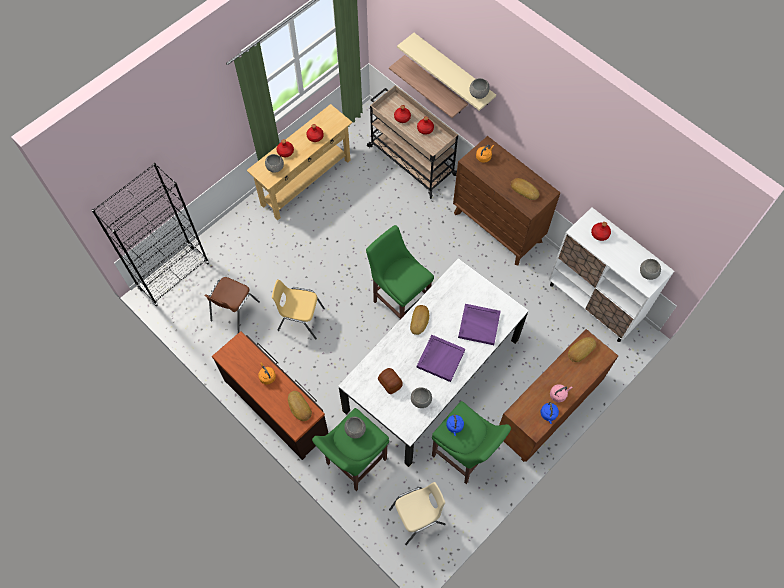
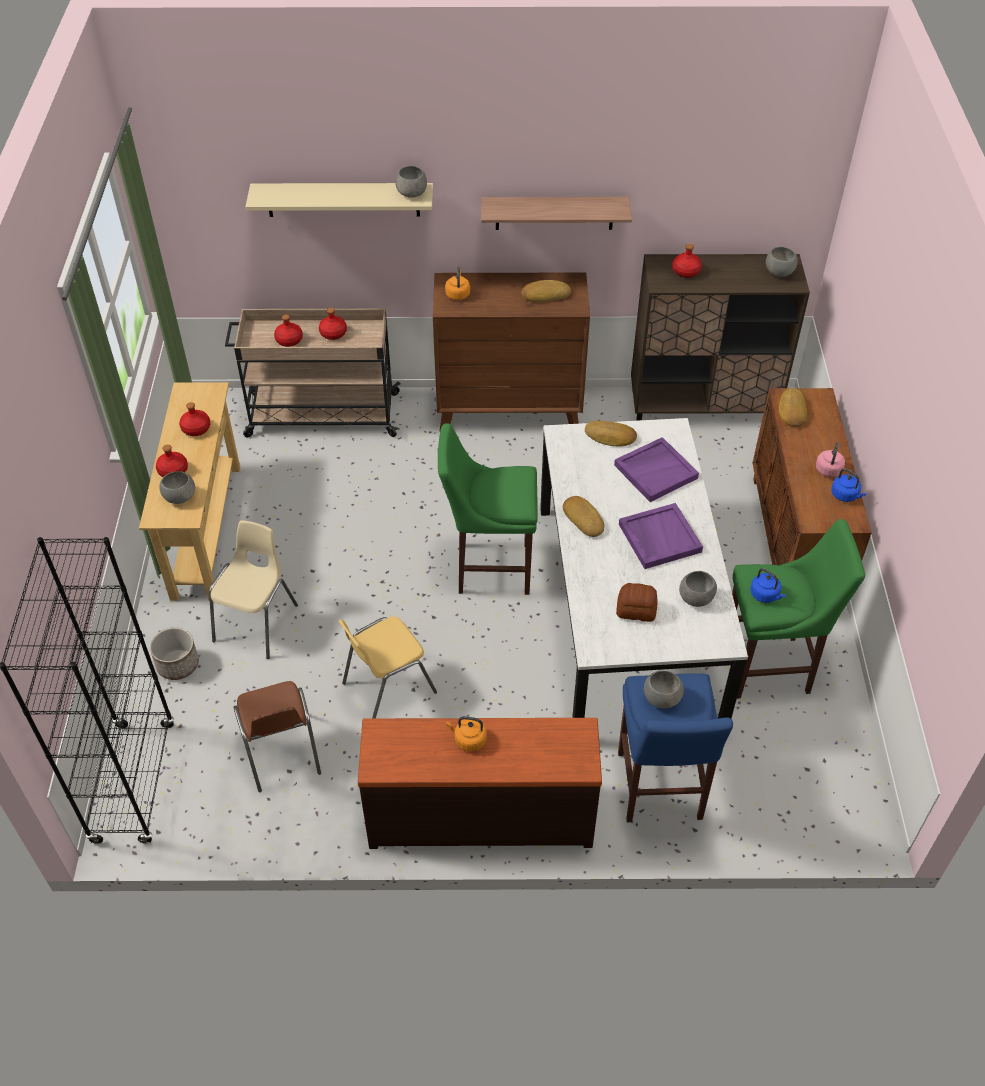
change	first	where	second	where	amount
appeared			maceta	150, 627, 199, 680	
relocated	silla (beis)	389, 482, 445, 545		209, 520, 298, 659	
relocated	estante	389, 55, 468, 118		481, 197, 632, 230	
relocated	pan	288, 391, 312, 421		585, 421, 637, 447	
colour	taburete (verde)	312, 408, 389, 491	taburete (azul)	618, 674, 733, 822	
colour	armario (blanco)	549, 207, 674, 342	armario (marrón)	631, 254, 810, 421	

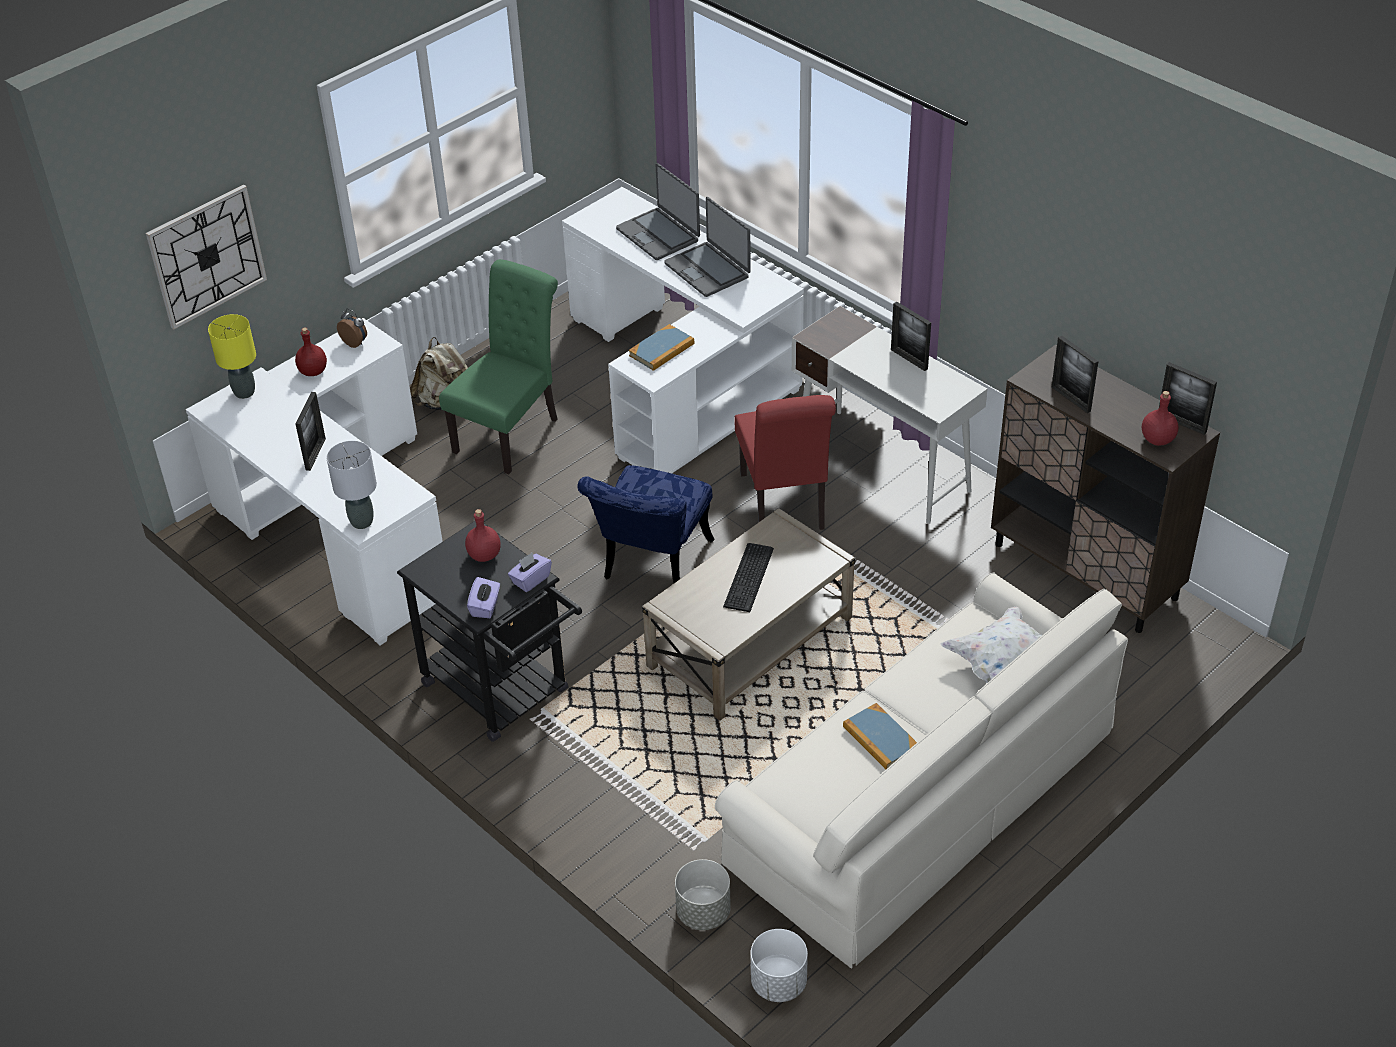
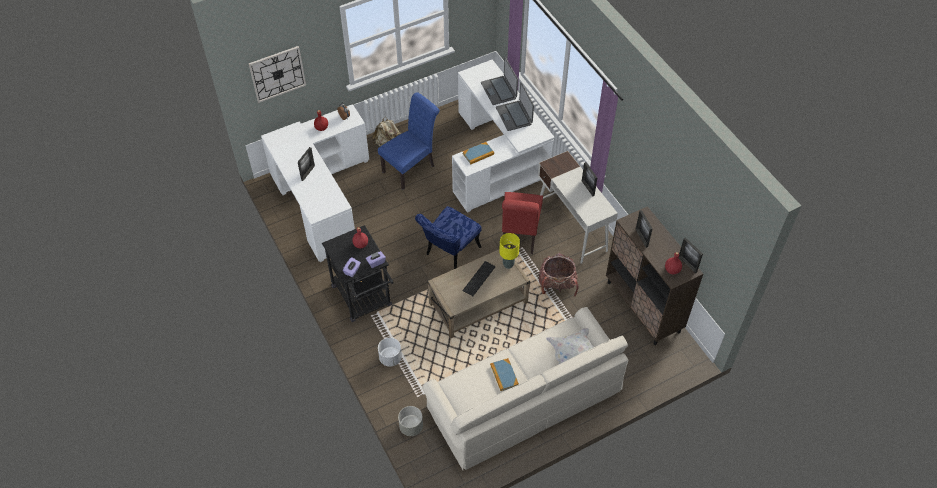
change	first	where	second	where	amount
colour	silla (verde)	439, 259, 558, 474	silla (azul)	378, 92, 440, 190	
relocated	maceta (blanco)	751, 929, 808, 1002		378, 338, 402, 367	
relocated	lámpara de mesa (amarillo)	208, 314, 256, 399		499, 233, 520, 269	
appeared			mochila	539, 253, 578, 296	
missing	lámpara de mesa (gris)	326, 441, 377, 529			

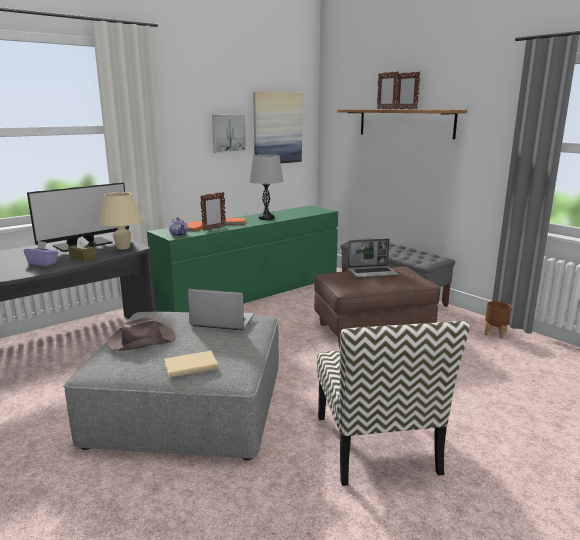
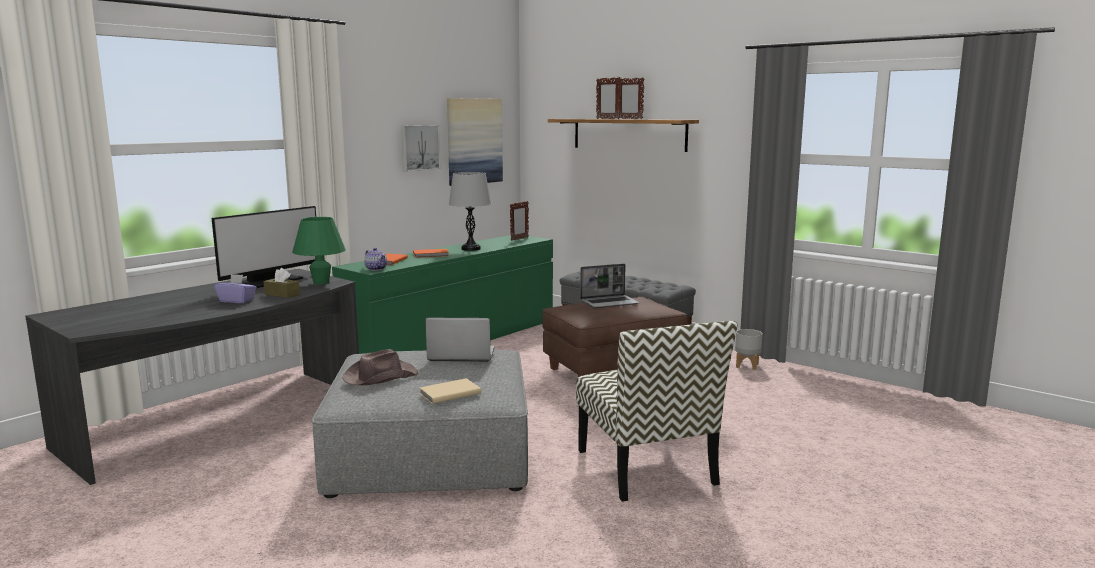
change	first	where	second	where	amount
colour	lámpara de mesa (beis)	98, 192, 143, 250	lámpara de mesa (verde)	292, 217, 346, 285	
relocated	portarretratos	200, 192, 226, 231		510, 201, 529, 241	
colour	maceta (marrón)	485, 301, 512, 339	maceta (gris)	735, 329, 763, 370	

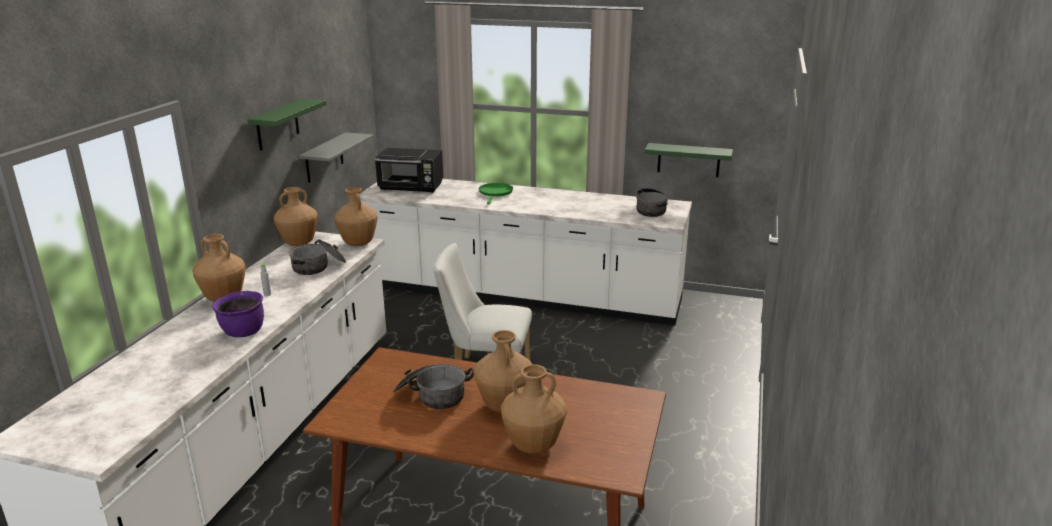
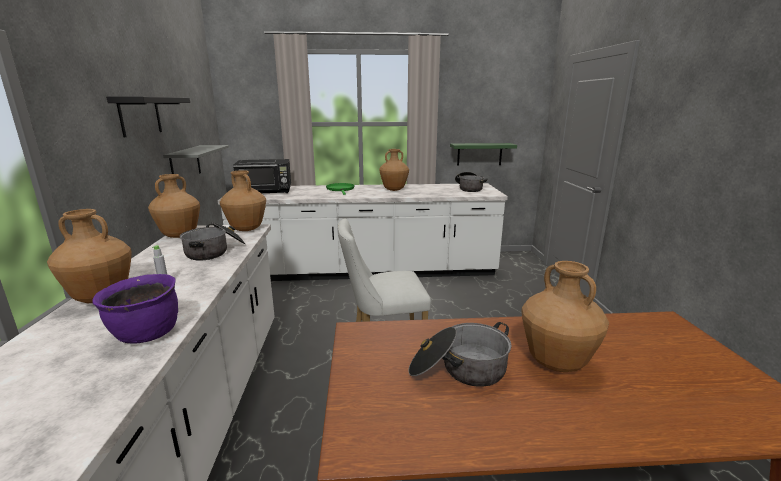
change	first	where	second	where	amount
colour	estante (verde)	247, 99, 327, 151	estante (negro)	106, 97, 190, 137	
relocated	florero (marrón)	501, 364, 567, 454		379, 149, 409, 191	

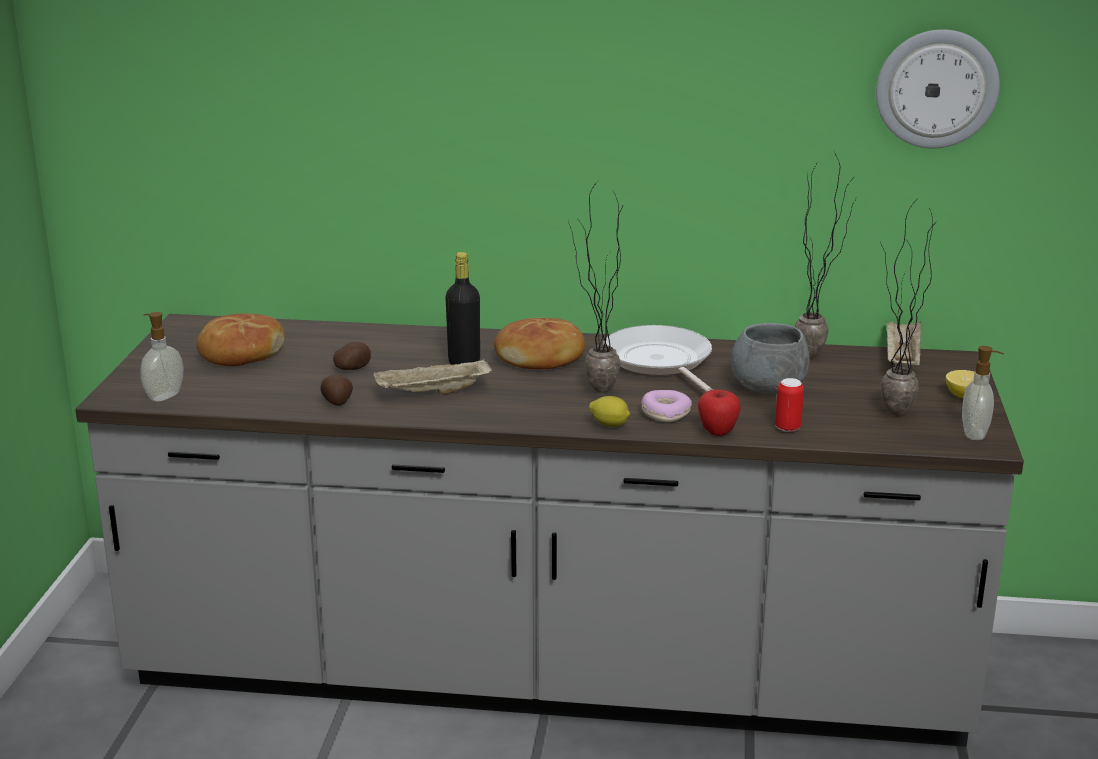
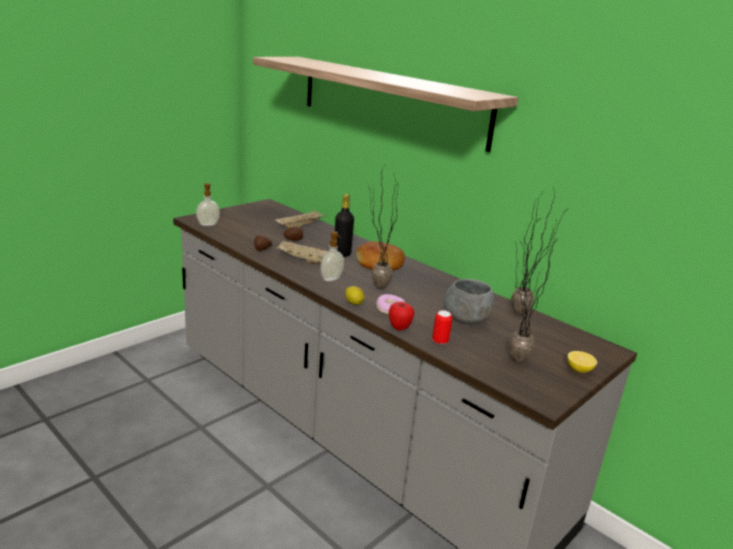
change	first	where	second	where	amount
appeared			estante	253, 57, 519, 152	
relocated	bandeja (beis)	887, 320, 921, 369		275, 210, 327, 229	
relocated	dispensador de jabón	962, 346, 1004, 440		320, 231, 344, 281	
missing	pan	197, 313, 285, 366			
missing	sartén	603, 325, 713, 392			
missing	reloj de pared	876, 29, 1000, 148			

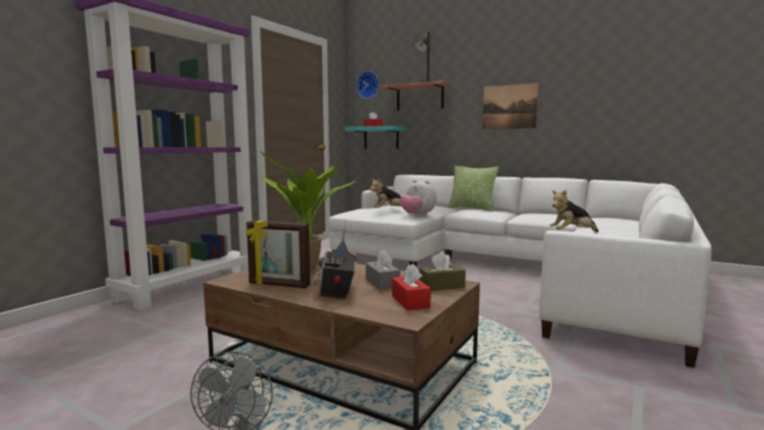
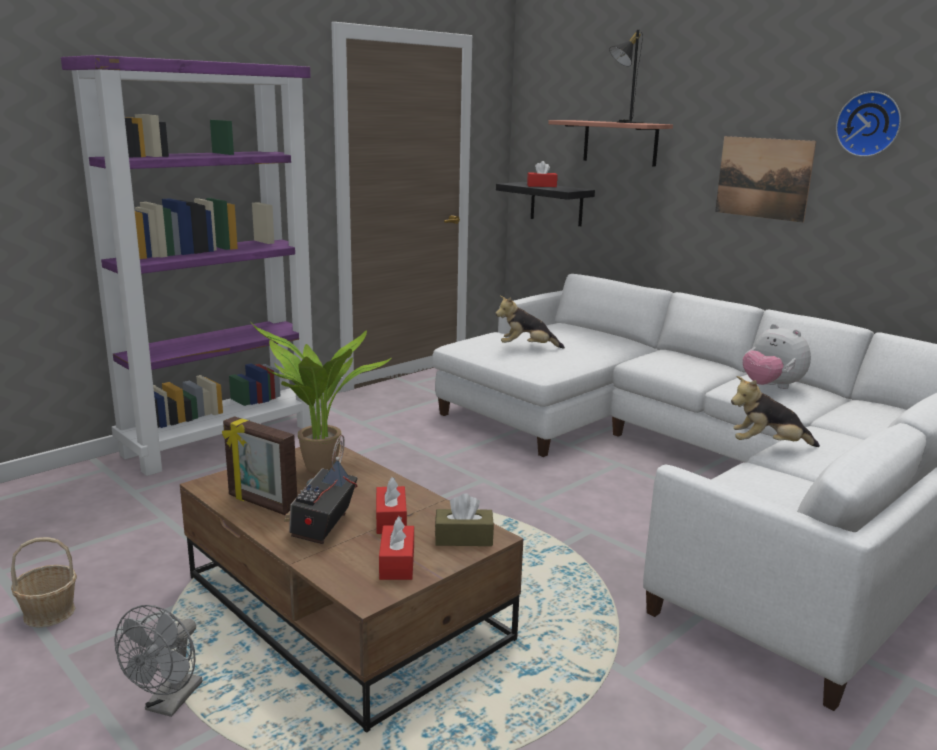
change	first	where	second	where	amount
appeared			cesta	11, 537, 77, 628	
colour	caja de pañuelos (gris)	366, 250, 400, 290	caja de pañuelos (rojo)	376, 477, 407, 534	
colour	estante (turquesa)	345, 126, 406, 149	estante (negro)	496, 182, 595, 226	
relocated	peluche	400, 180, 437, 216		743, 324, 811, 389	
relocated	reloj de pared	356, 71, 379, 99		836, 91, 901, 157	
missing	cojín	448, 166, 499, 211			

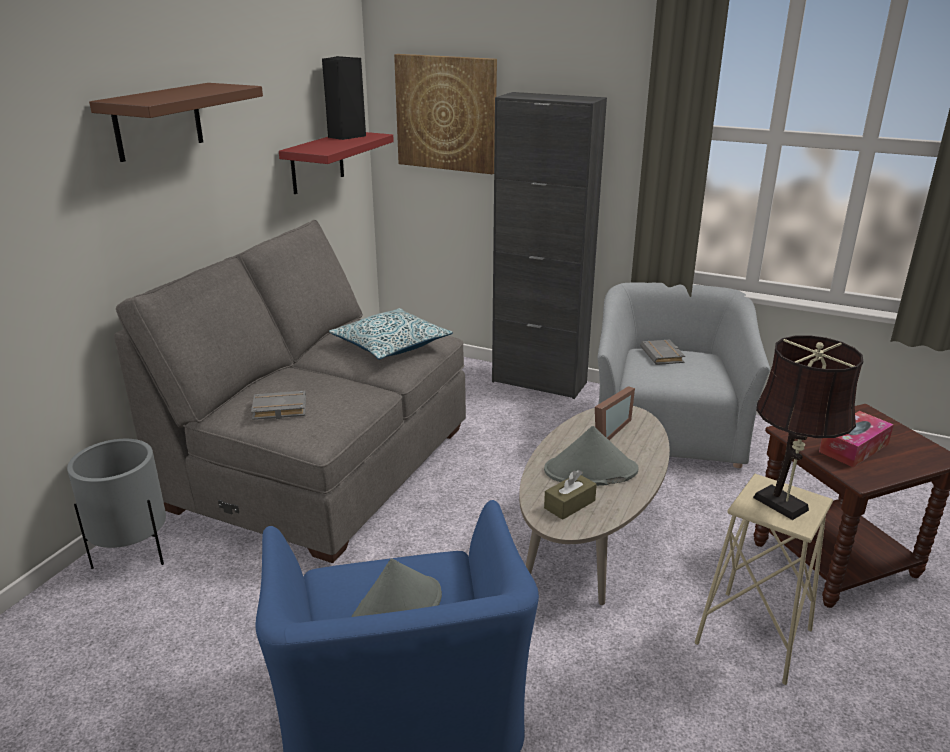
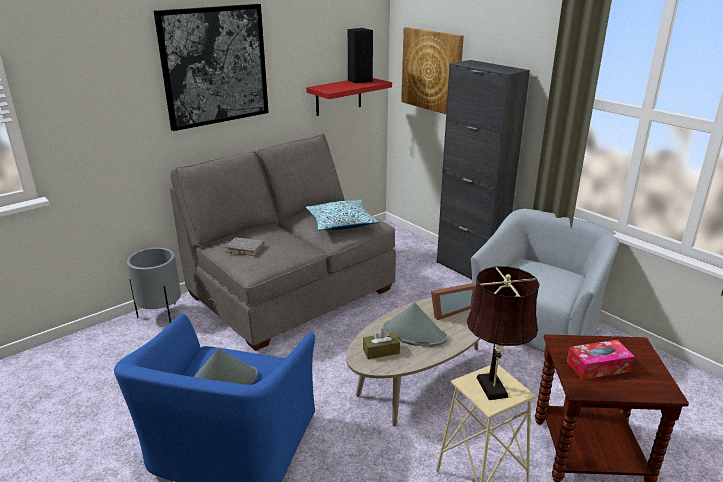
change	first	where	second	where	amount
exchanged	estante (marrón)	89, 83, 263, 162	cuadro	154, 4, 269, 131	
missing	libro (gris)	640, 340, 685, 365			

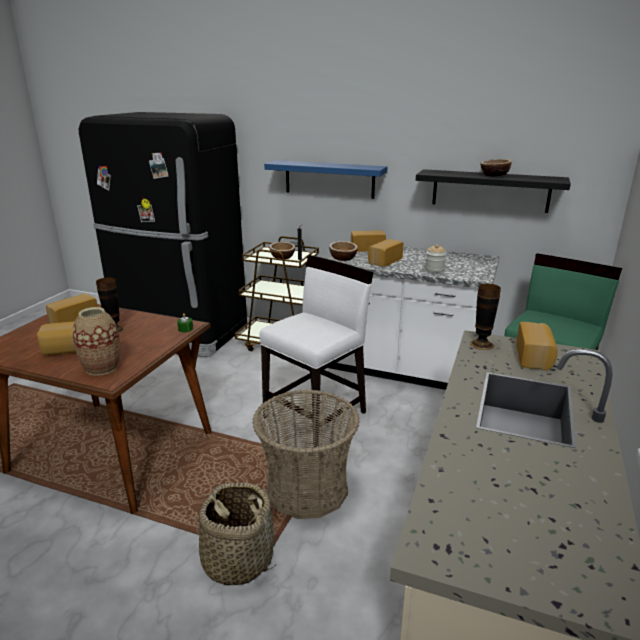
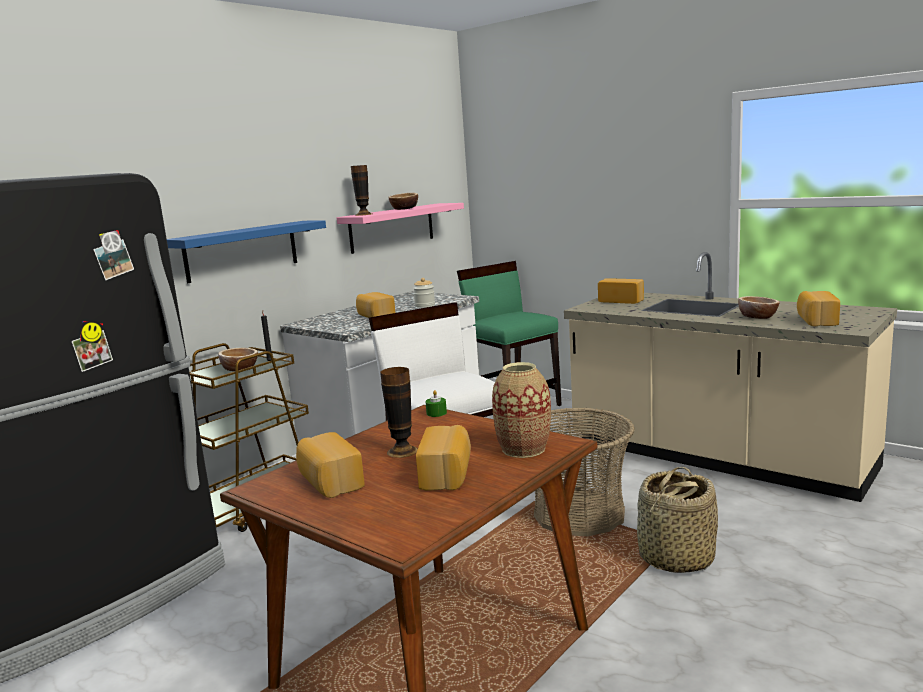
change	first	where	second	where	amount
colour	estante (negro)	416, 169, 571, 213	estante (rosa)	337, 203, 464, 254	
relocated	florero	470, 284, 501, 350		351, 165, 372, 216	
relocated	cuenco	329, 241, 358, 261		738, 296, 780, 319	
relocated	pan	351, 230, 386, 252		797, 291, 840, 326	

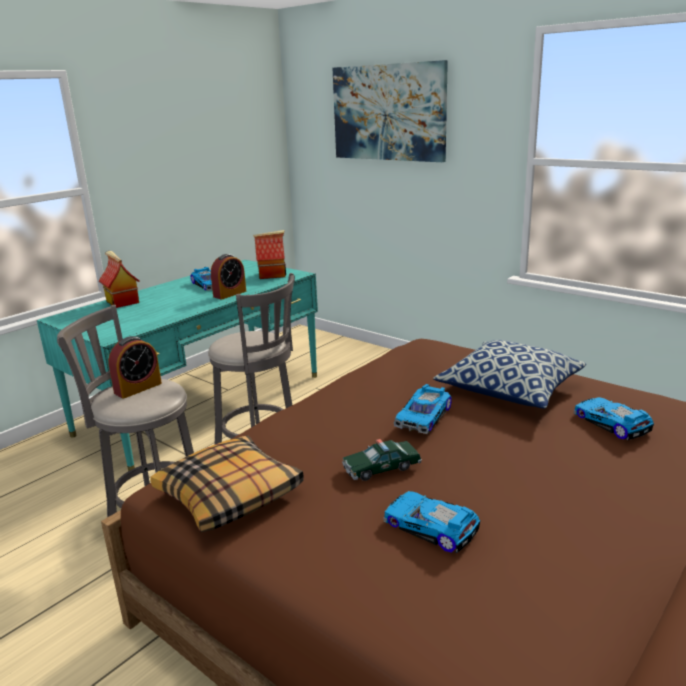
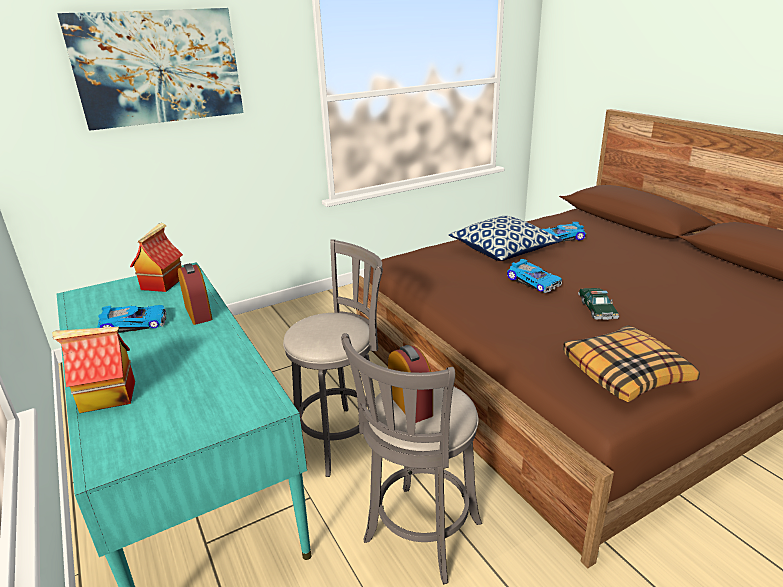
change	first	where	second	where	amount
missing	coche de juguete	383, 491, 480, 553			

